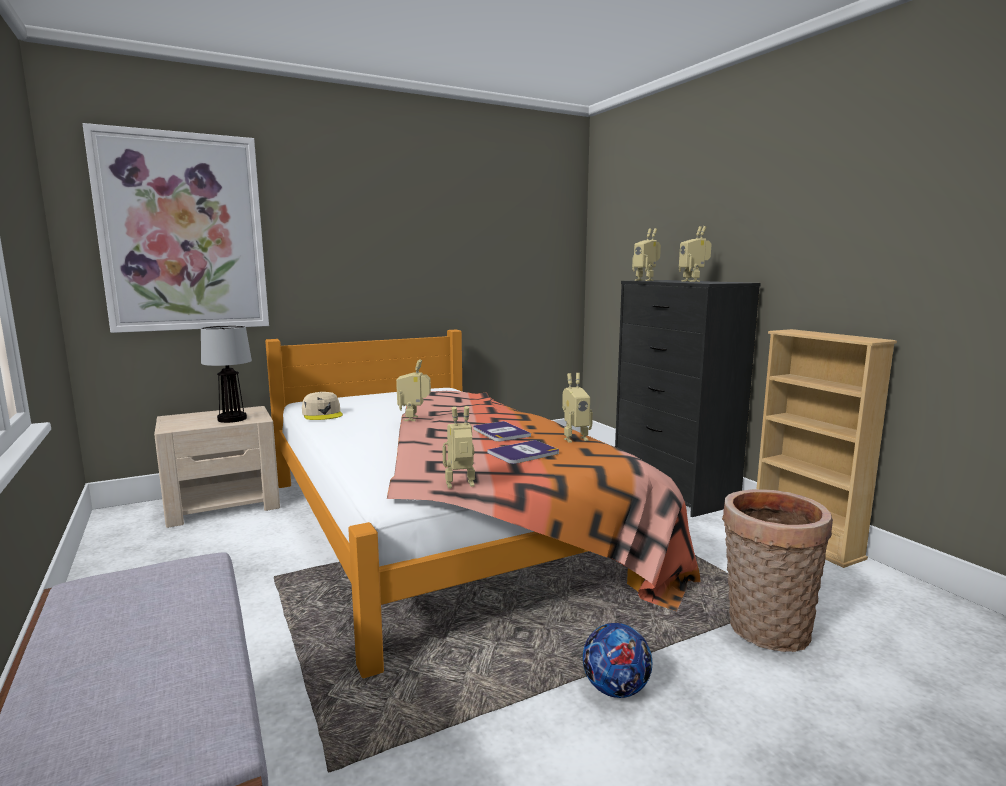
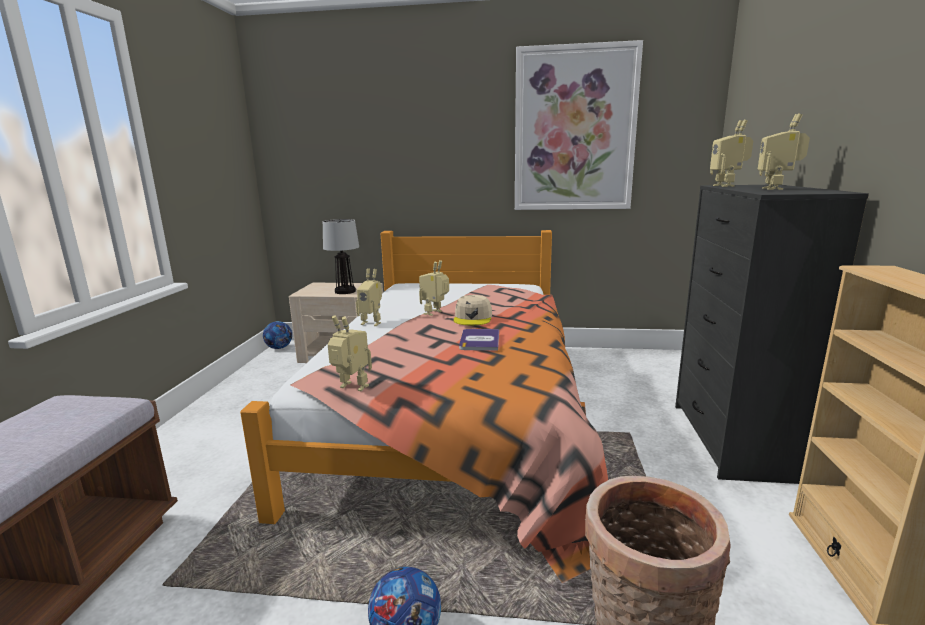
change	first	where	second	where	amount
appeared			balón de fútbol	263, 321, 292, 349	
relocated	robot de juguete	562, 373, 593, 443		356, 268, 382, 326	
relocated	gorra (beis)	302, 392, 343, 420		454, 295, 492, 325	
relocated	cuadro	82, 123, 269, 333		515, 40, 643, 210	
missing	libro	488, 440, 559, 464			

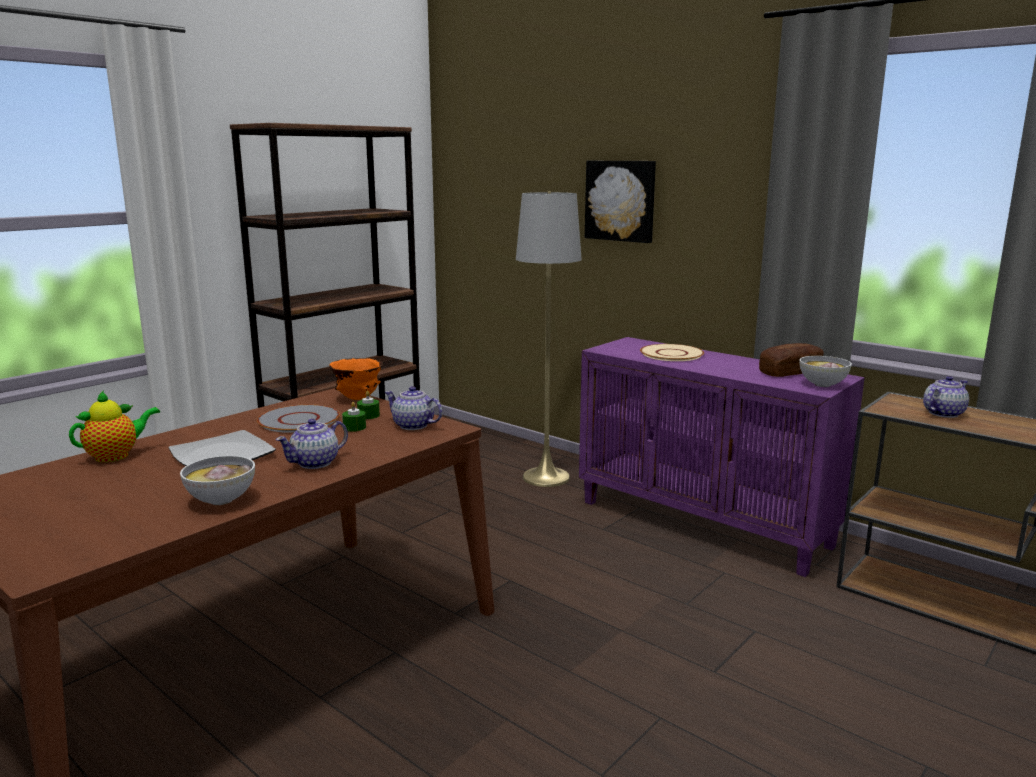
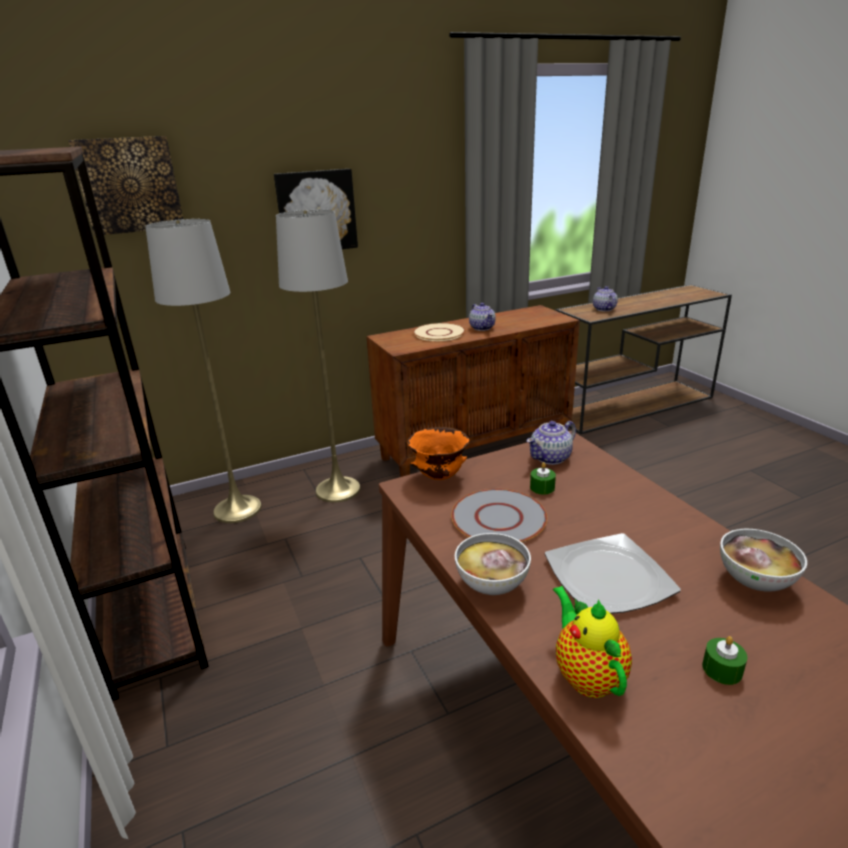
change	first	where	second	where	amount
appeared			cuadro	68, 136, 183, 236	
appeared			lámpara de pie (gris)	145, 219, 262, 523	
colour	armario (morado)	579, 337, 865, 577	armario (marrón)	366, 305, 580, 477	
relocated	cuenco	799, 356, 852, 387		455, 533, 531, 595	
relocated	tetera	276, 419, 348, 469		469, 303, 496, 331	
relocated	vela (verde)	357, 391, 380, 419		702, 636, 748, 685	
missing	pan	759, 343, 824, 377			

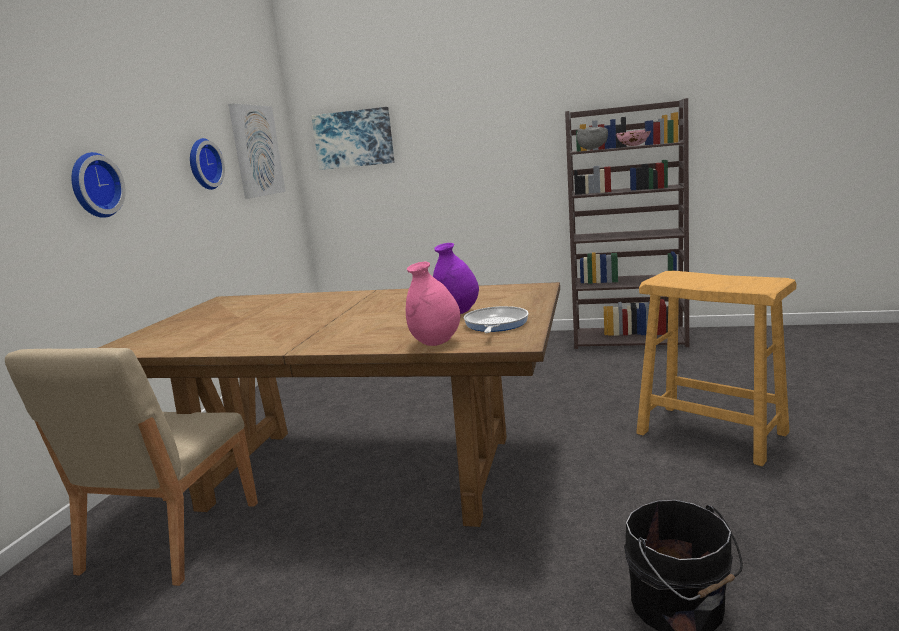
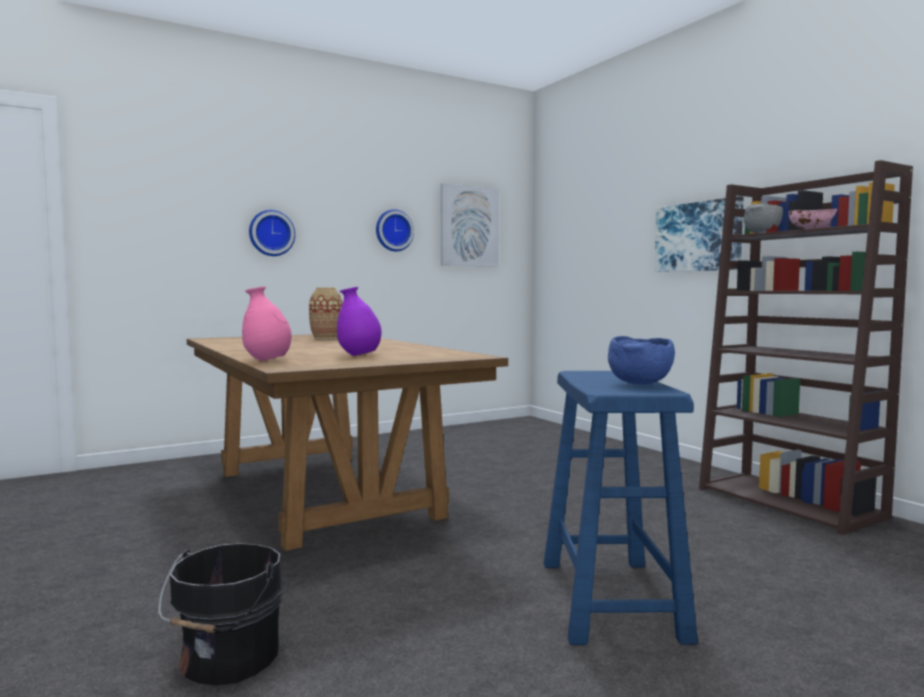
change	first	where	second	where	amount
appeared			florero	309, 287, 343, 339	
colour	taburete (beis)	636, 271, 796, 466	taburete (azul)	543, 371, 698, 645	
appeared			cuenco (azul)	608, 336, 675, 385	
relocated	cuadro	312, 107, 395, 170		655, 196, 744, 272	
missing	silla (beis)	5, 348, 258, 586			
missing	sartén	464, 306, 529, 333			

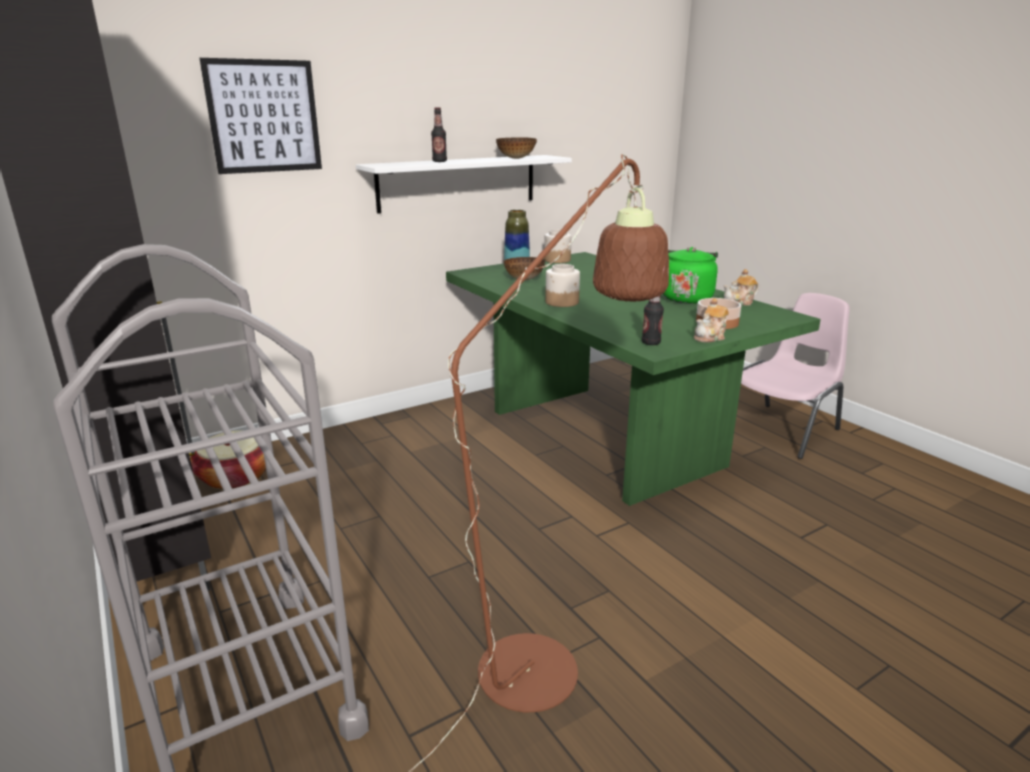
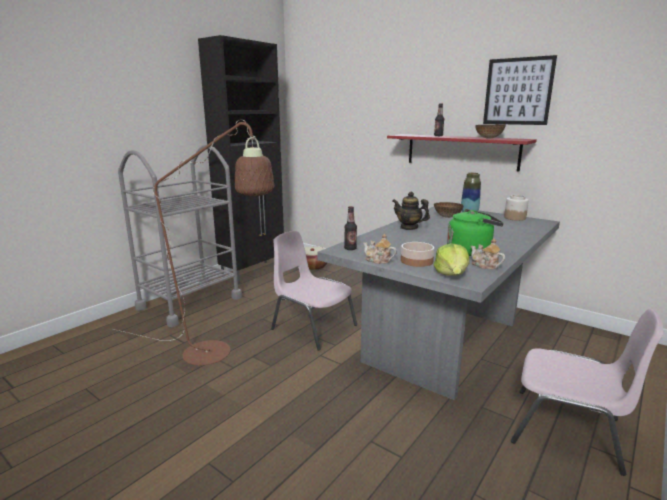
change	first	where	second	where	amount
appeared			silla (rosa)	271, 231, 357, 350	
colour	mesa de comedor (verde)	446, 252, 821, 506	mesa de comedor (gris)	317, 207, 560, 400	
colour	estante (blanco)	356, 155, 572, 214	estante (rojo)	387, 134, 537, 171	
exchanged	tarro	545, 264, 580, 307	tetera	392, 191, 430, 230	
appeared			lechuga	434, 243, 470, 276	
relocated	cuadro	199, 58, 322, 174		483, 55, 557, 125	

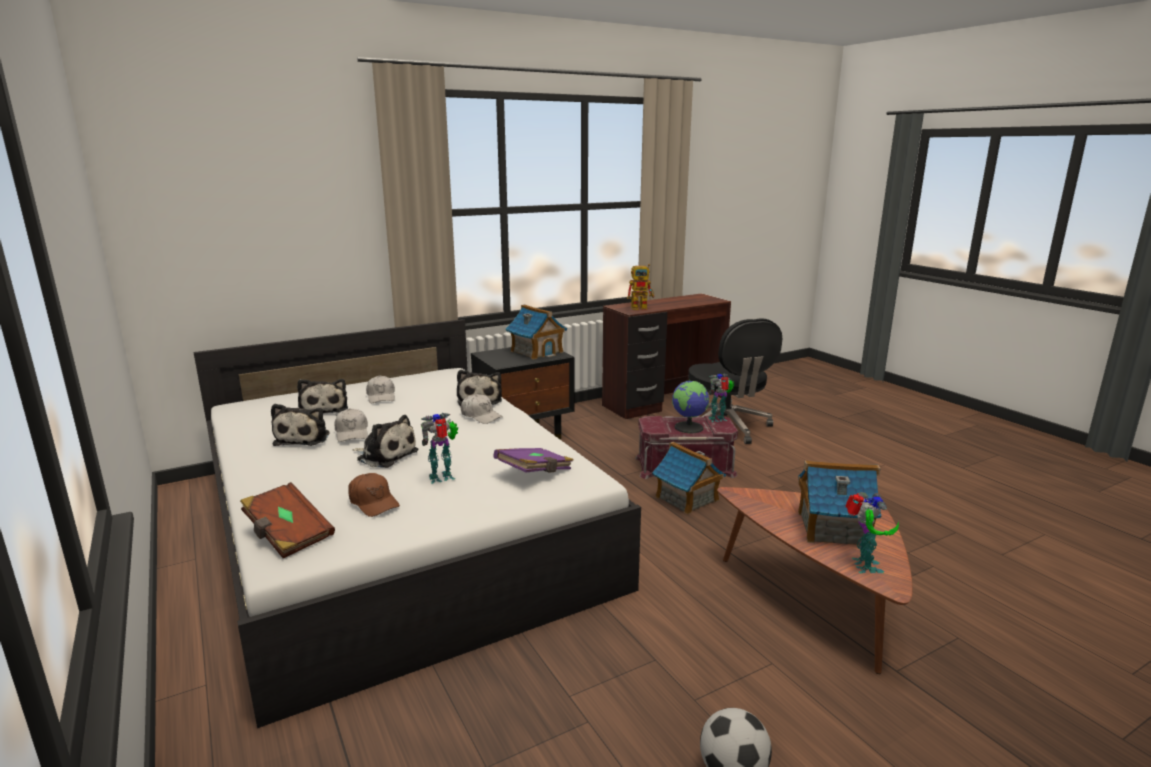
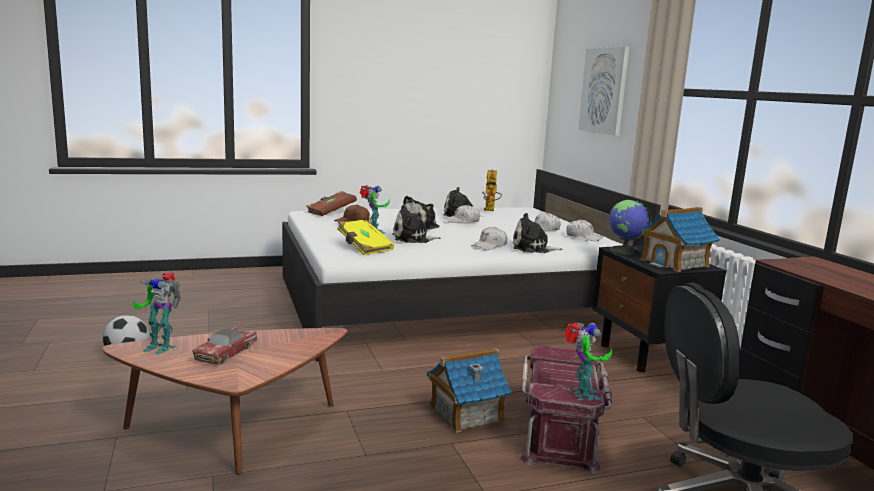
change	first	where	second	where	amount
exchanged	casita	798, 460, 881, 545	coche de juguete	192, 327, 257, 365	
colour	libro (morado)	493, 448, 573, 473	libro (amarillo)	337, 219, 394, 255	
relocated	peluche	297, 379, 348, 414		392, 205, 441, 243	
relocated	robot de juguete	627, 264, 654, 310		483, 170, 502, 211	
appeared			gorra (blanco)	566, 219, 603, 241	
appeared			cuadro	578, 47, 629, 136	
relocated	globo terráqueo	672, 379, 710, 433		609, 200, 652, 255	

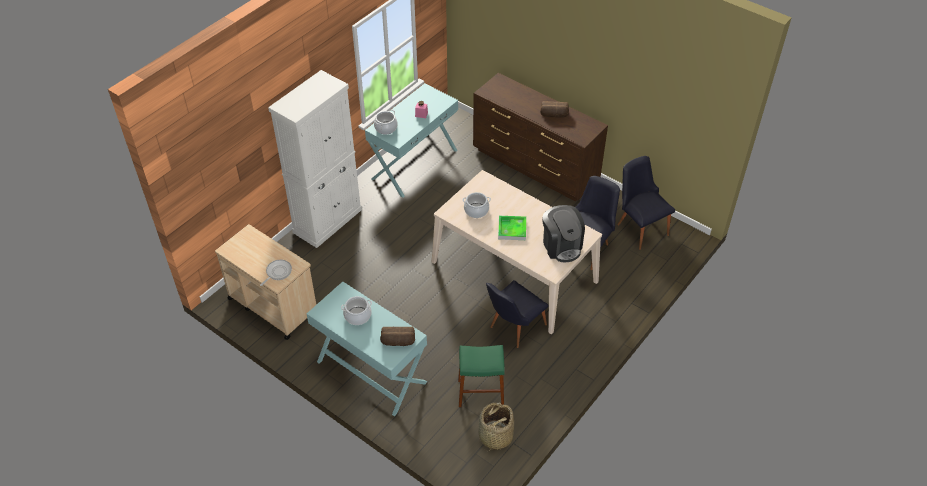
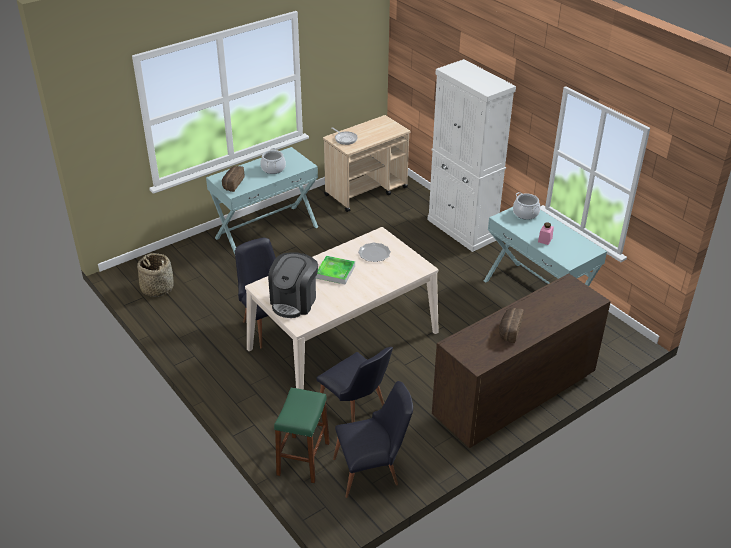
change	first	where	second	where	amount
spun	cafetera	542, 205, 585, 262		268, 252, 318, 318	60 degrees counterclockwise
relocated	taburete (verde)	458, 345, 505, 407		274, 388, 330, 483	
exchanged	olla	463, 192, 491, 218	plato	358, 243, 391, 262	

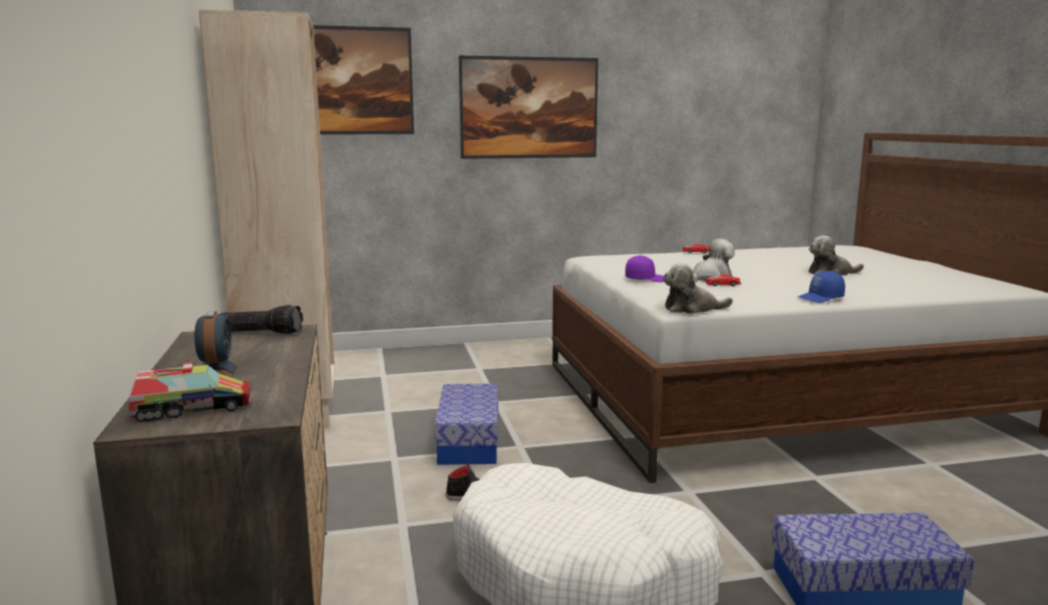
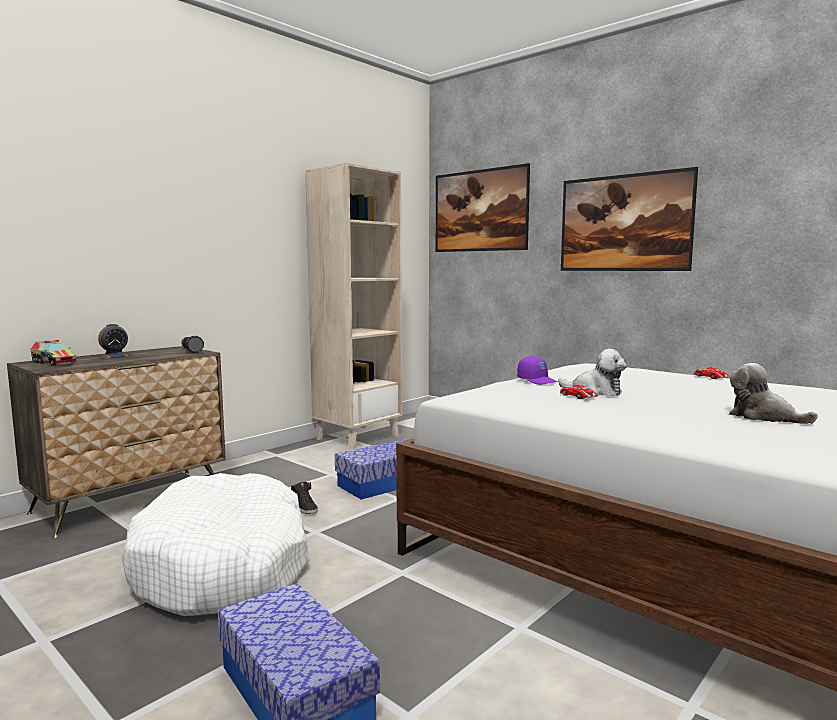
change	first	where	second	where	amount
missing	peluche	663, 263, 733, 314			
missing	gorra (azul)	798, 271, 845, 303			

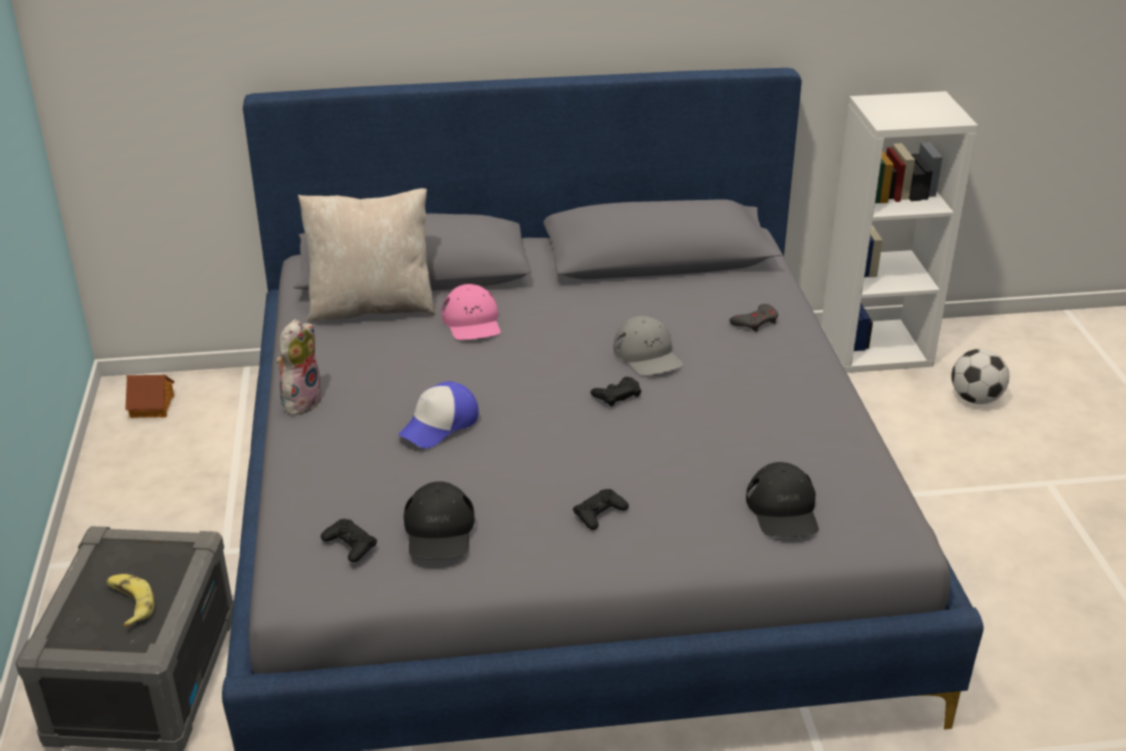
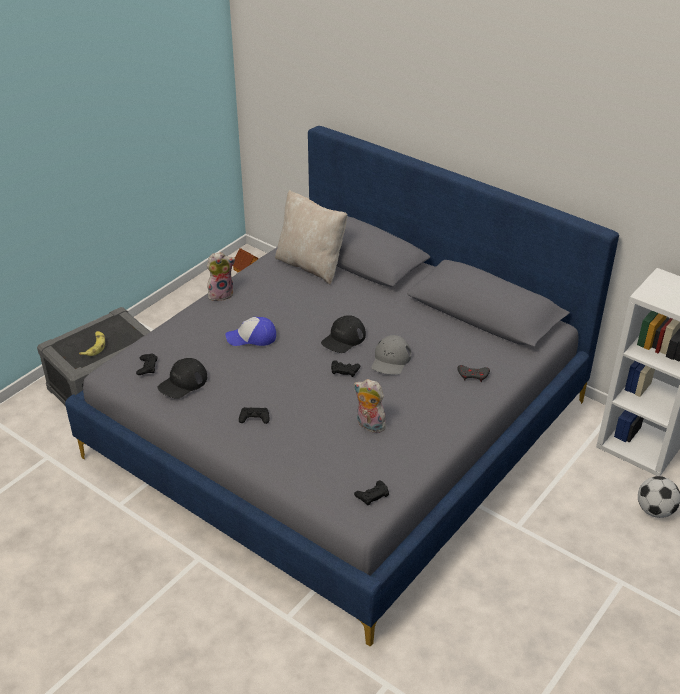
change	first	where	second	where	amount
relocated	gorra (negro)	746, 462, 819, 537		321, 315, 366, 353	
appeared			peluche	354, 379, 386, 433	
appeared			mando de consola (negro)	354, 481, 389, 505	
missing	gorra (rosa)	442, 284, 501, 340			

